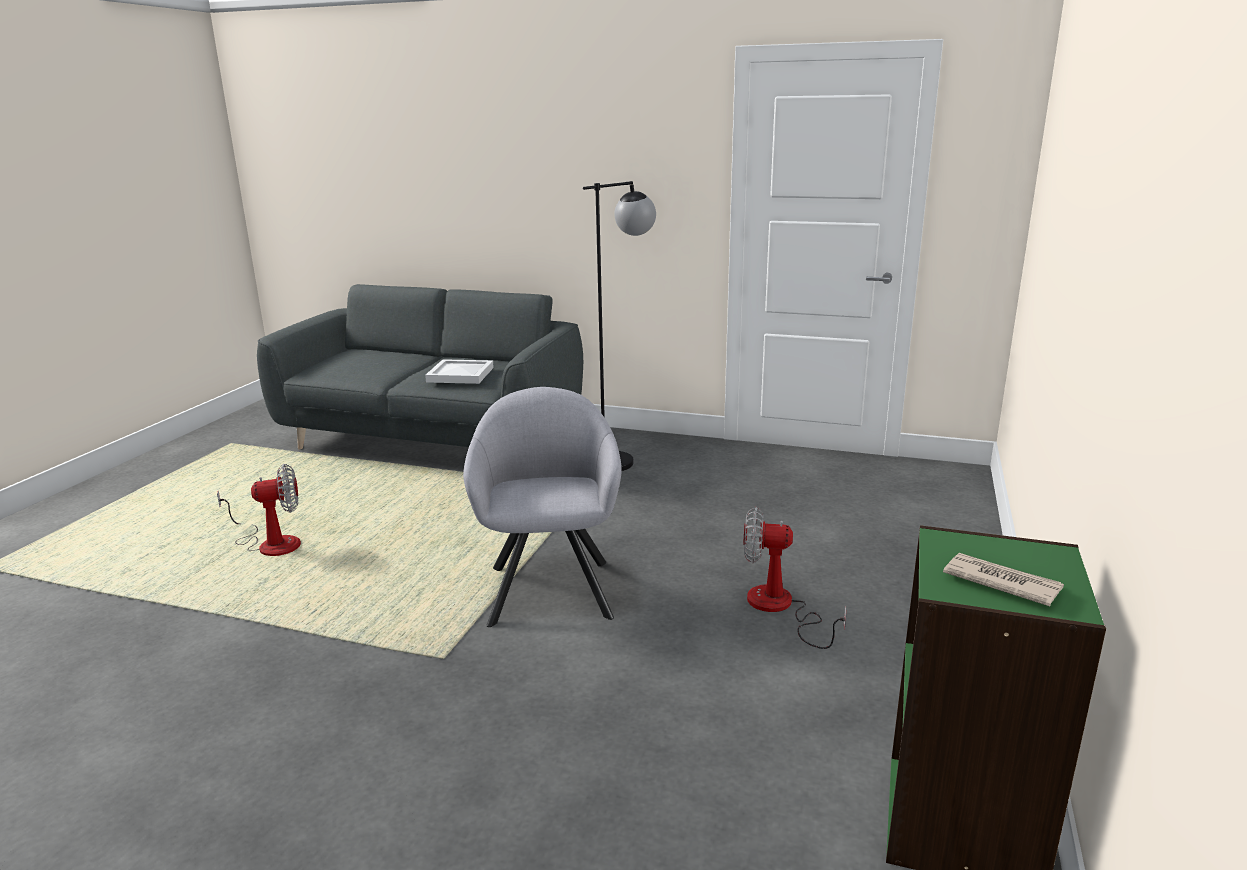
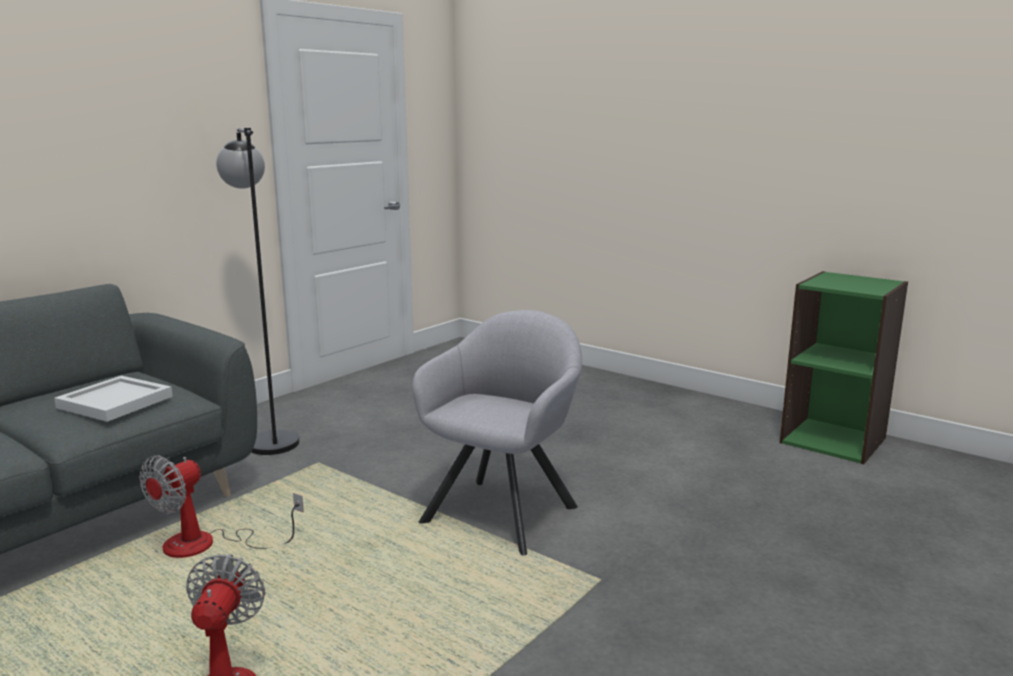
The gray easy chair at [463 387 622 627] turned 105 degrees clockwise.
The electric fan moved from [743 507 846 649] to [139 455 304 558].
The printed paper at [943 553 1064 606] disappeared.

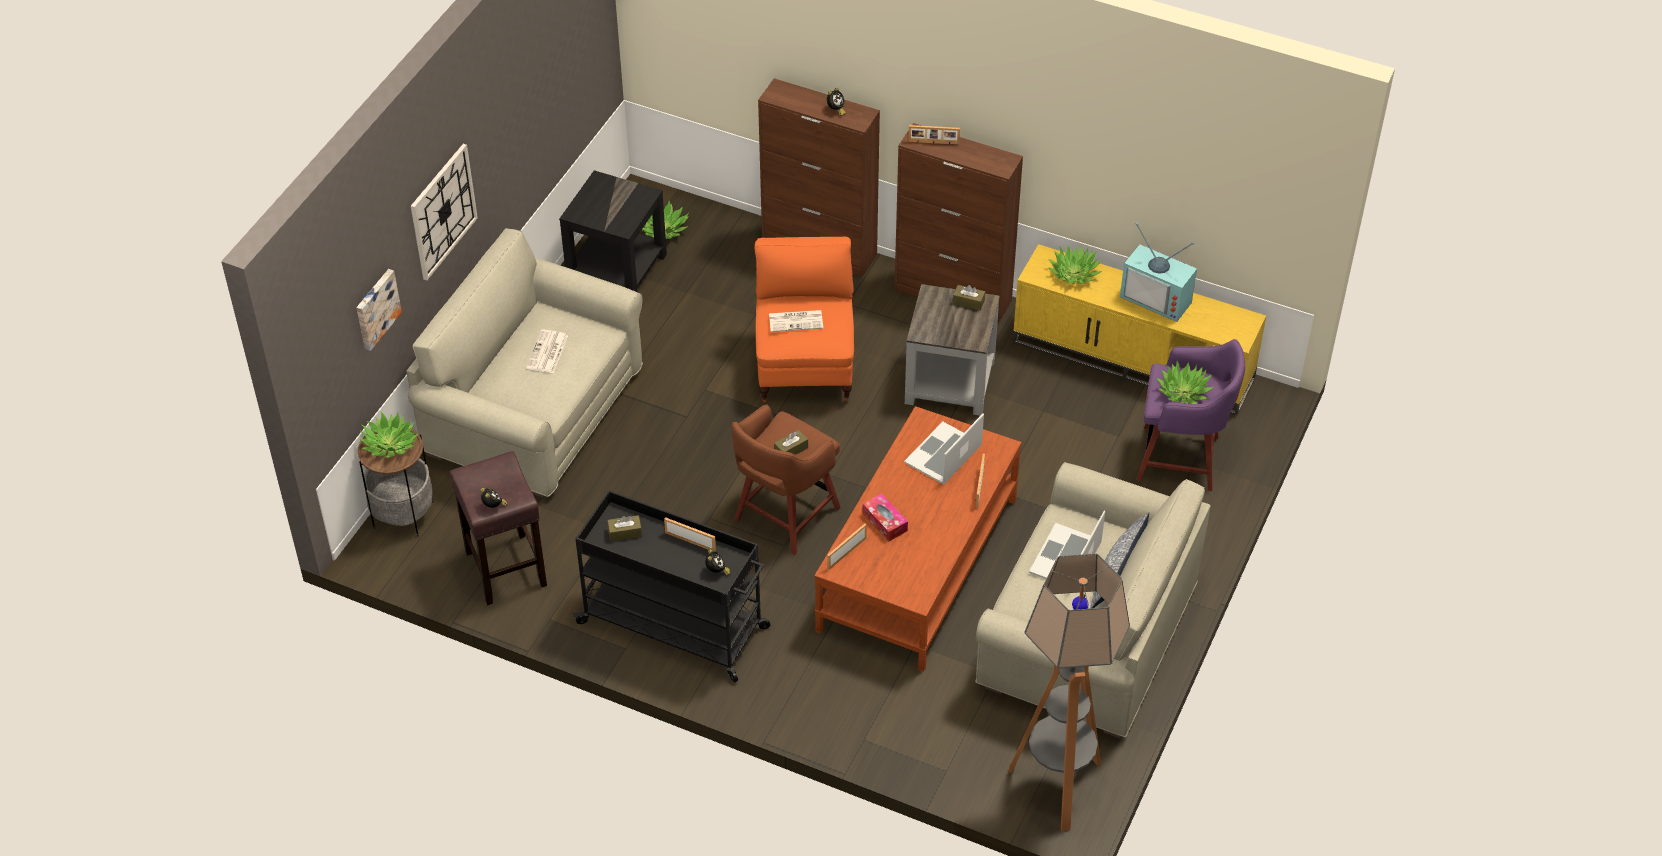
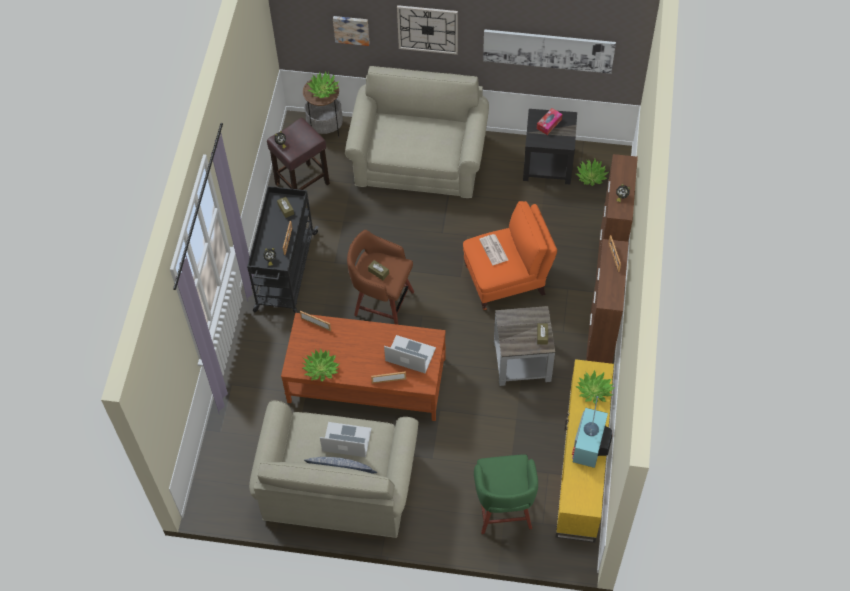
The printed paper at [526 330 568 373] disappeared.
The purplish stool at [1137 339 1245 491] became the greenish stool at [474 454 538 534].
The houseplant moved from [1156 361 1214 404] to [303 348 340 382].
The tissue holder moved from [863 493 908 541] to [537 108 562 135].
The floor lamp at [1008 553 1130 831] disappeared.
The picture at [483 29 616 74] appeared.

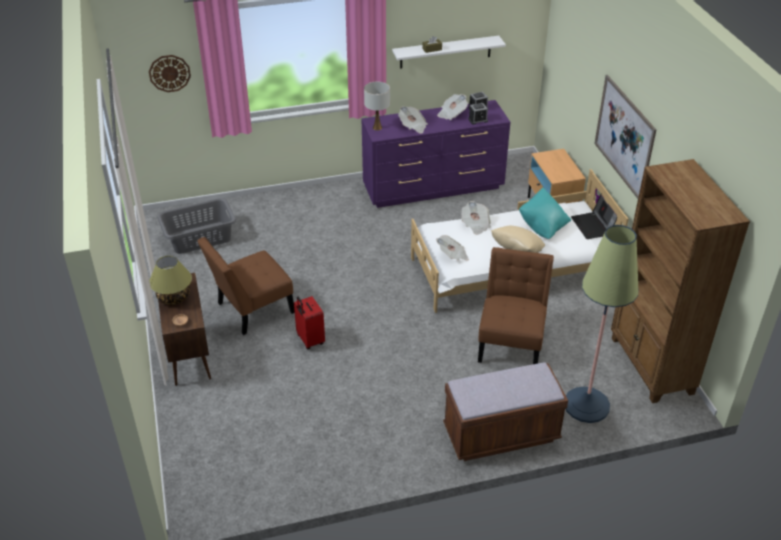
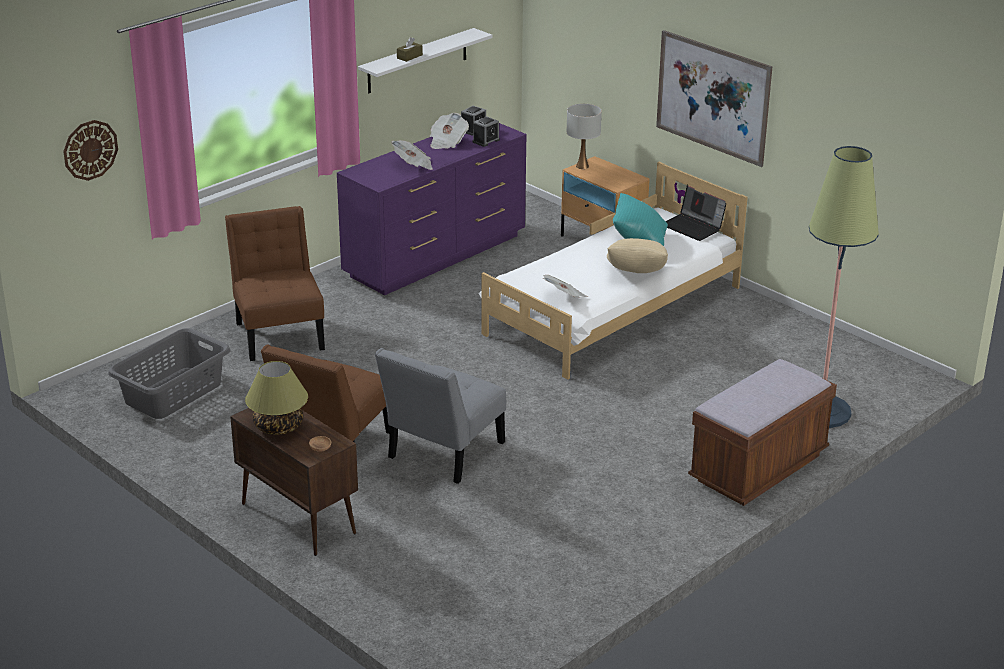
The whitish lamp for a table moved from [364 82 390 131] to [567 104 602 169].
The brown bookshelf at [611 159 750 403] disappeared.
The printed paper at [461 201 491 235] disappeared.
The brown plain chair moved from [478 247 554 364] to [225 206 325 361].
The reddish travel case at [294 296 325 349] was replaced by the gray plain chair at [375 348 506 484].

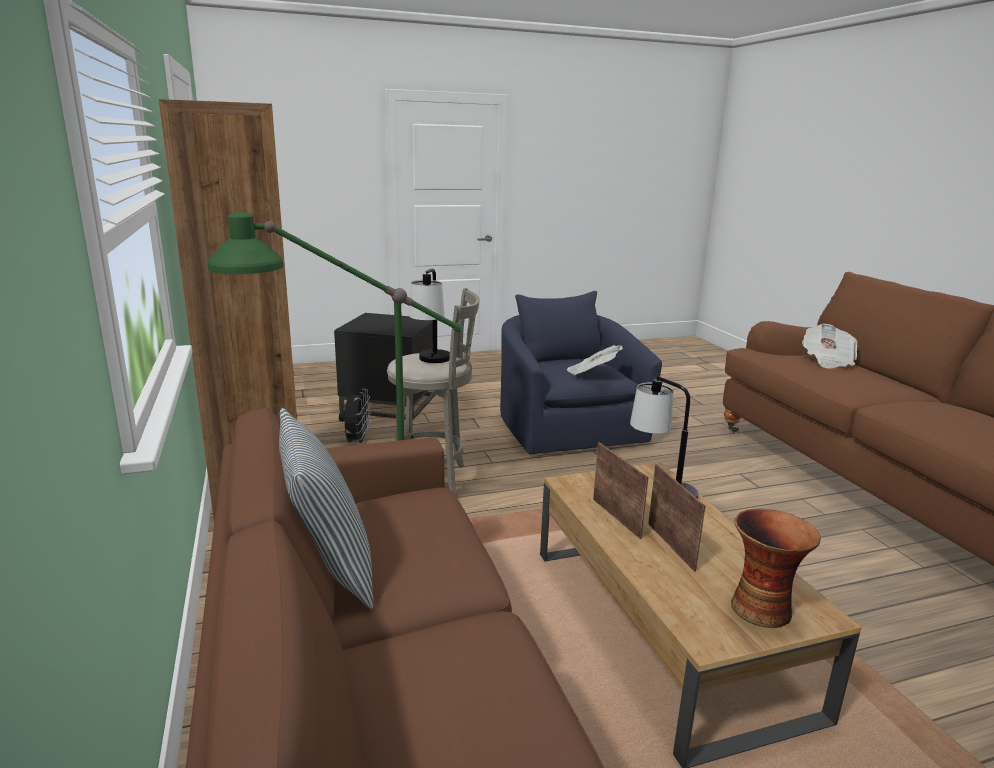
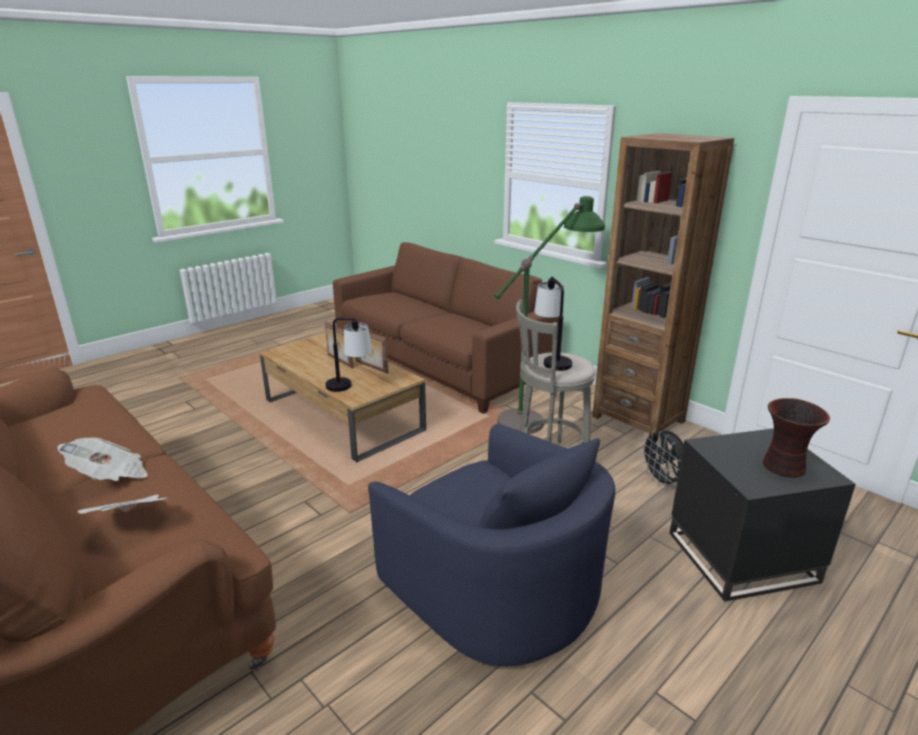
The printed paper moved from [567 345 623 375] to [57 437 148 481].
The cushion at [279 408 374 609] disappeared.
The decorative vase moved from [731 509 820 628] to [762 398 830 478].

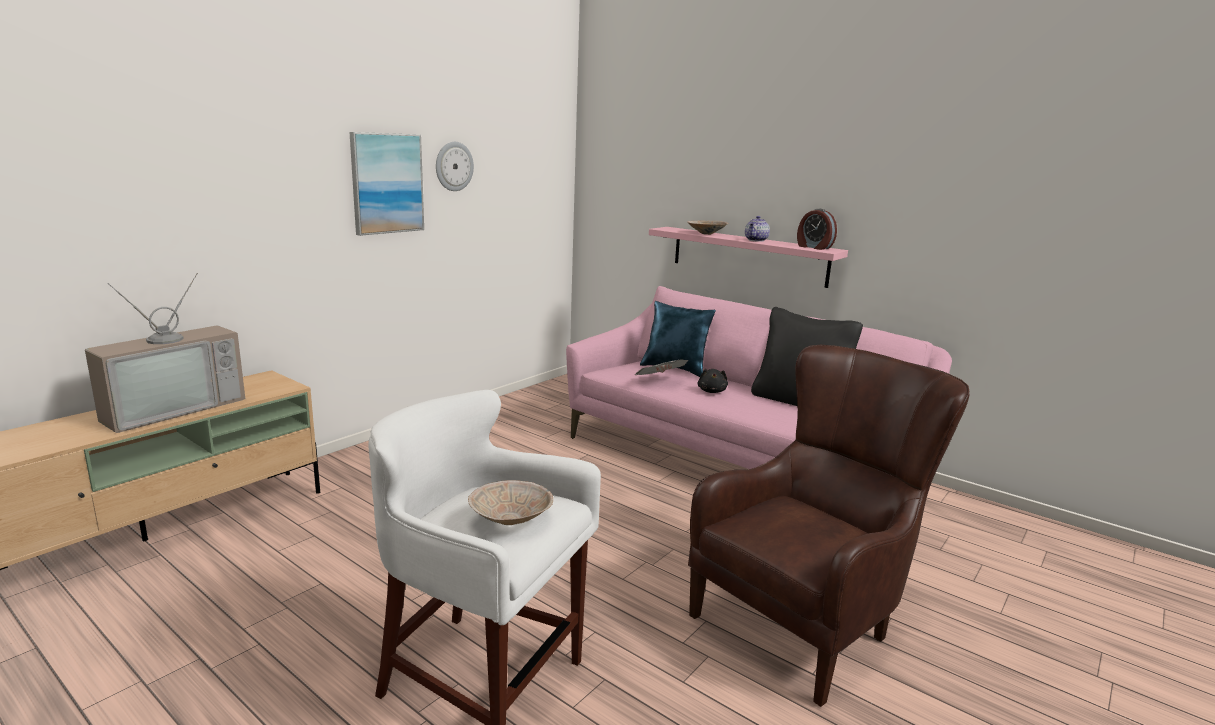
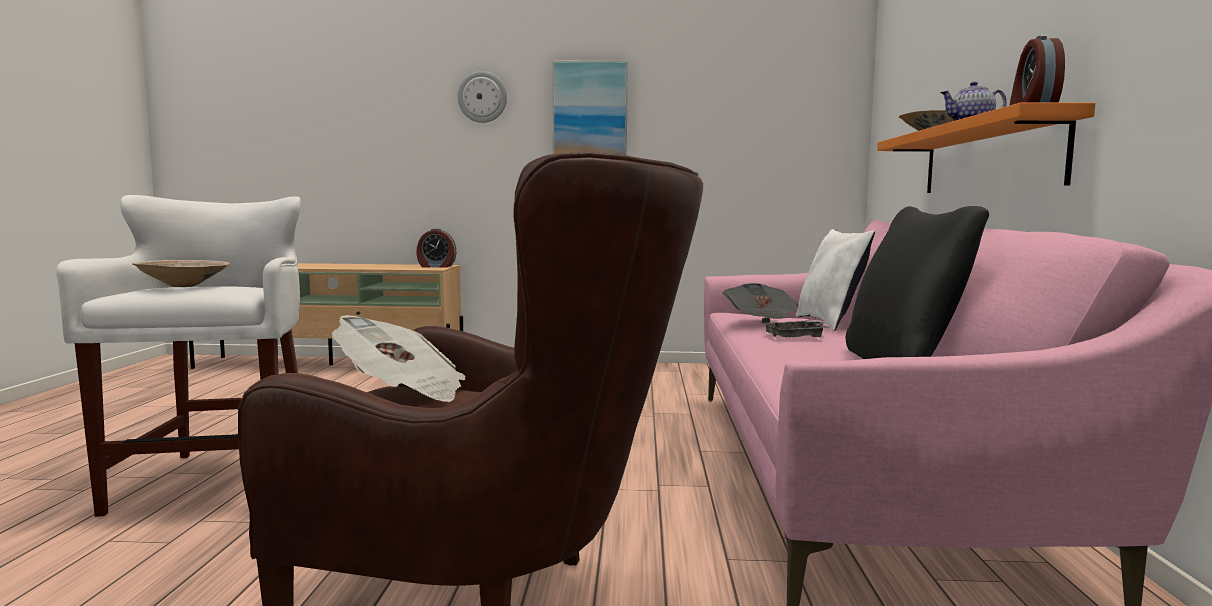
The clock on the wall moved from [436 142 474 191] to [458 71 507 123].
The pinkish bracket shelf at [649 227 848 288] became the orange-coloured bracket shelf at [877 103 1095 193].
The television at [85 273 245 433] disappeared.
The bluish cushion at [640 301 716 377] became the whitish cushion at [796 229 875 331].
The black soft toy at [698 369 728 393] was replaced by the gray carrying tray at [762 317 830 337].
The table clock at [416 228 456 268] appeared.
The printed paper at [332 315 466 402] appeared.

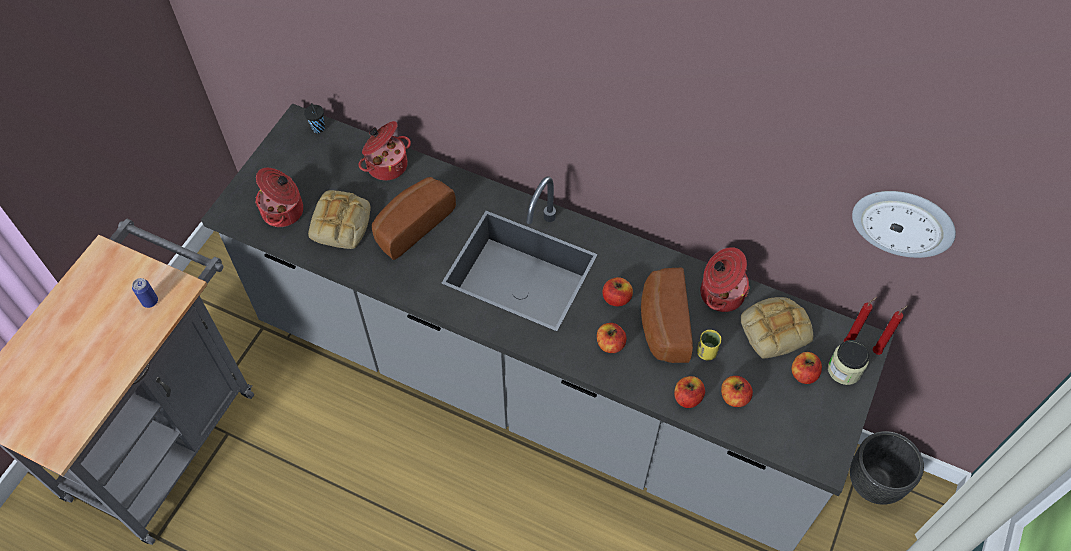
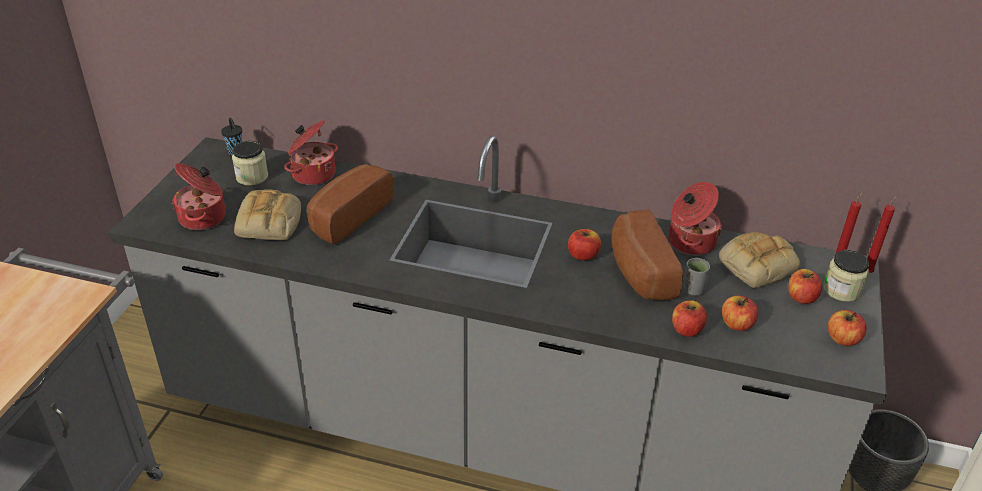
The clock on the wall at [852 191 956 258] disappeared.
The can at [132 278 158 308] disappeared.
The apple moved from [597 323 626 353] to [828 310 867 346].
The yellow cup at [697 330 721 360] became the gray cup at [683 258 710 295].
The storage jar at [232 141 268 185] appeared.

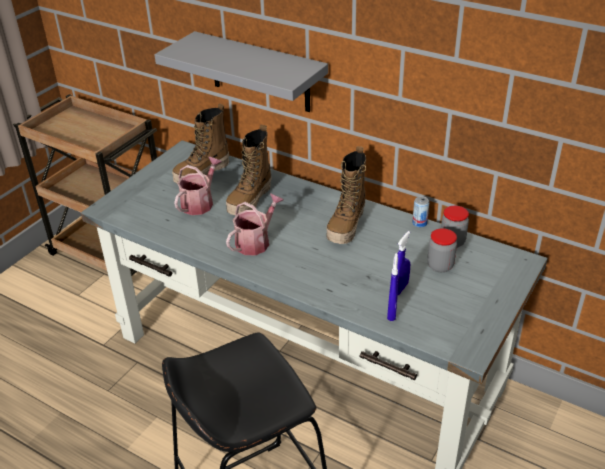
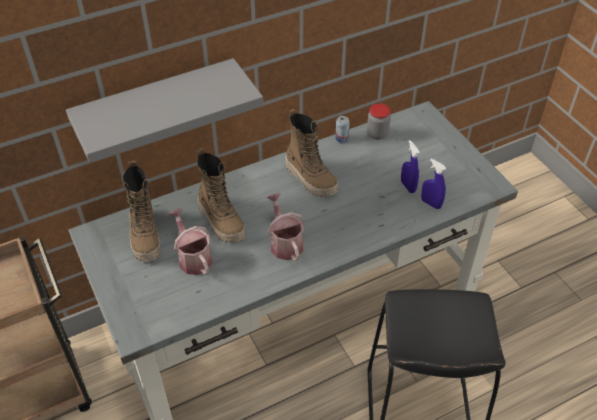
The storage jar at [427 228 457 272] disappeared.

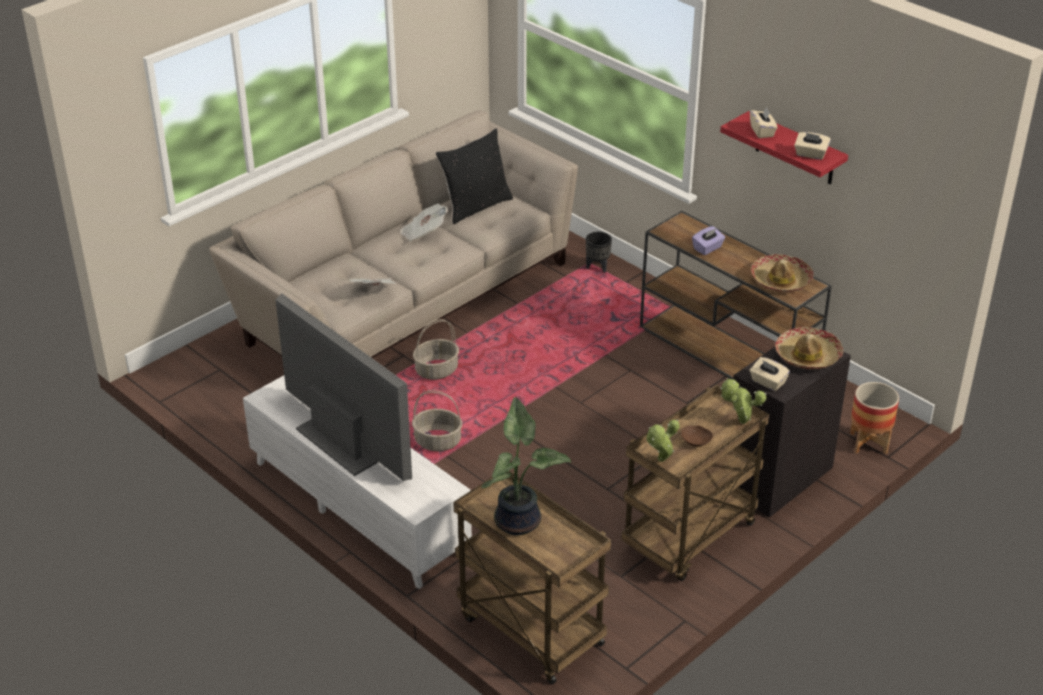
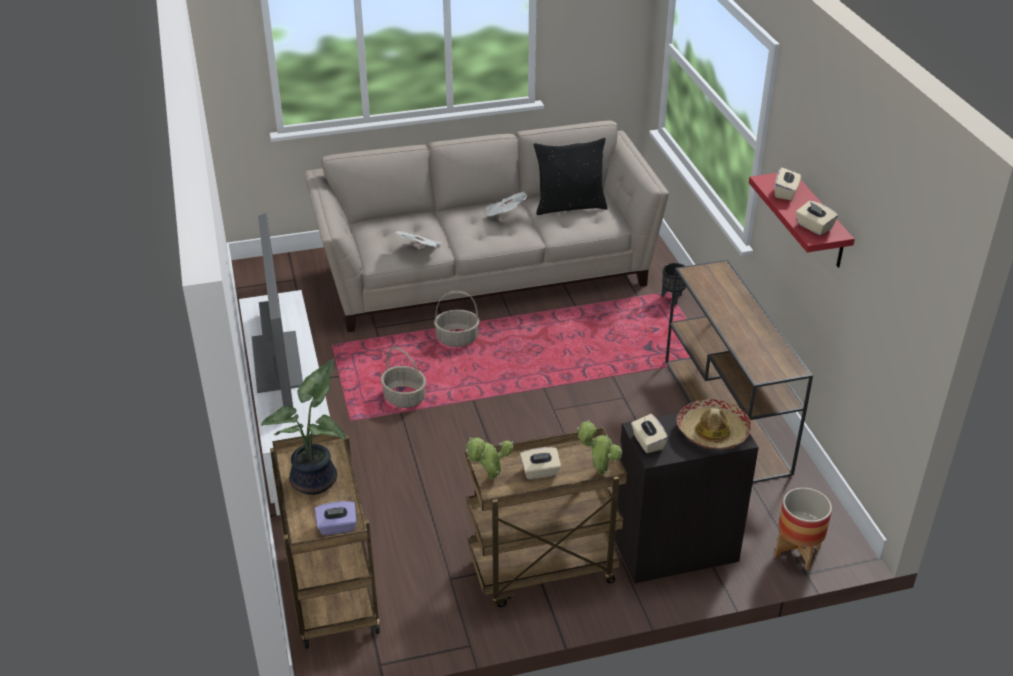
The purplish tissue holder moved from [692 226 725 255] to [315 501 357 535].
The wearable hat at [751 254 814 292] disappeared.
The brown bowl at [681 425 713 447] was replaced by the sand-coloured tissue holder at [520 447 561 480].

